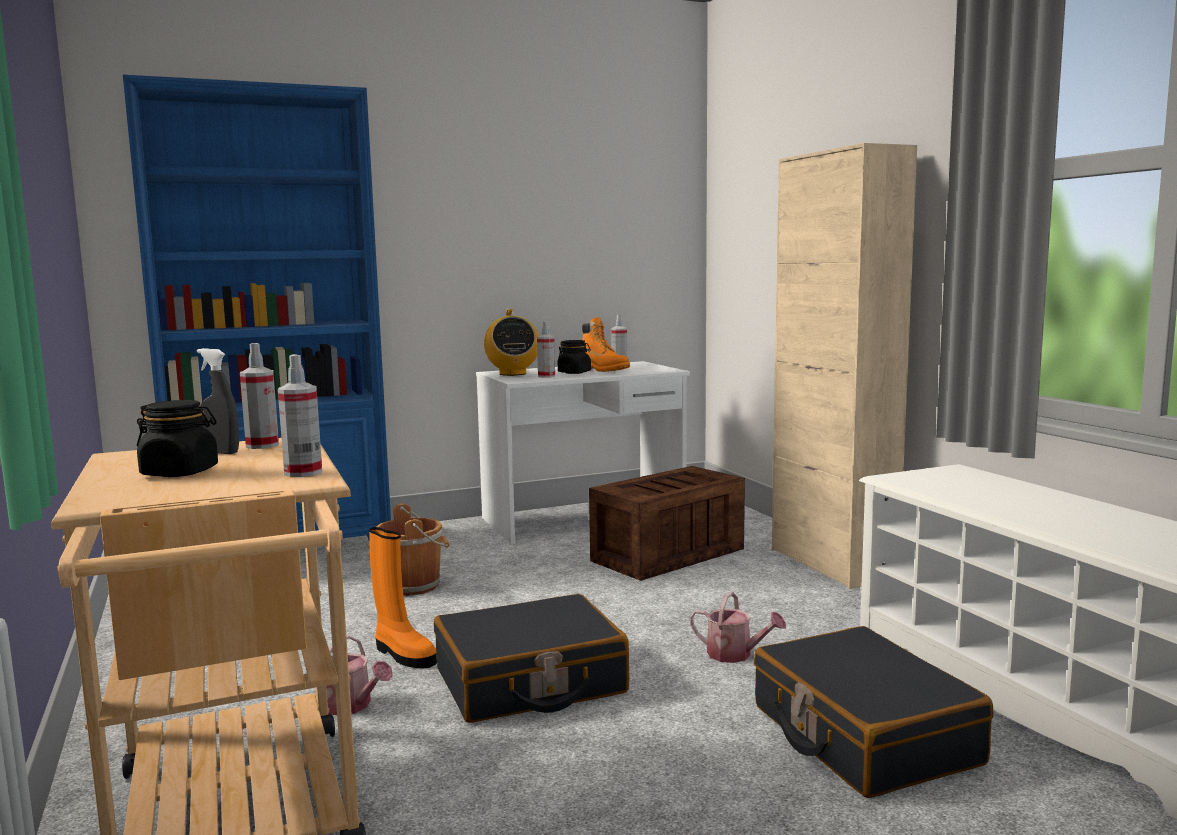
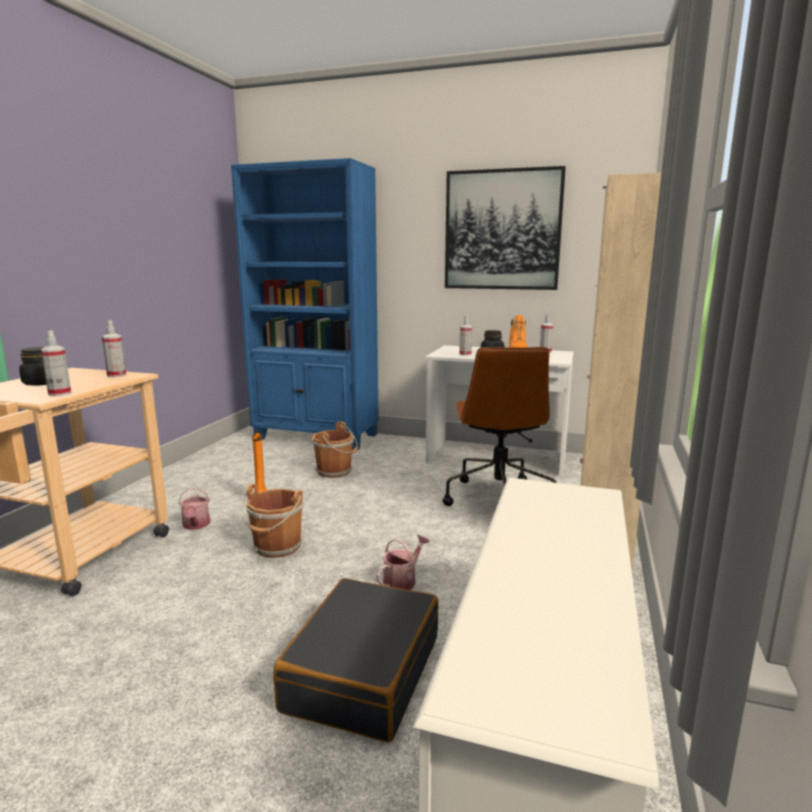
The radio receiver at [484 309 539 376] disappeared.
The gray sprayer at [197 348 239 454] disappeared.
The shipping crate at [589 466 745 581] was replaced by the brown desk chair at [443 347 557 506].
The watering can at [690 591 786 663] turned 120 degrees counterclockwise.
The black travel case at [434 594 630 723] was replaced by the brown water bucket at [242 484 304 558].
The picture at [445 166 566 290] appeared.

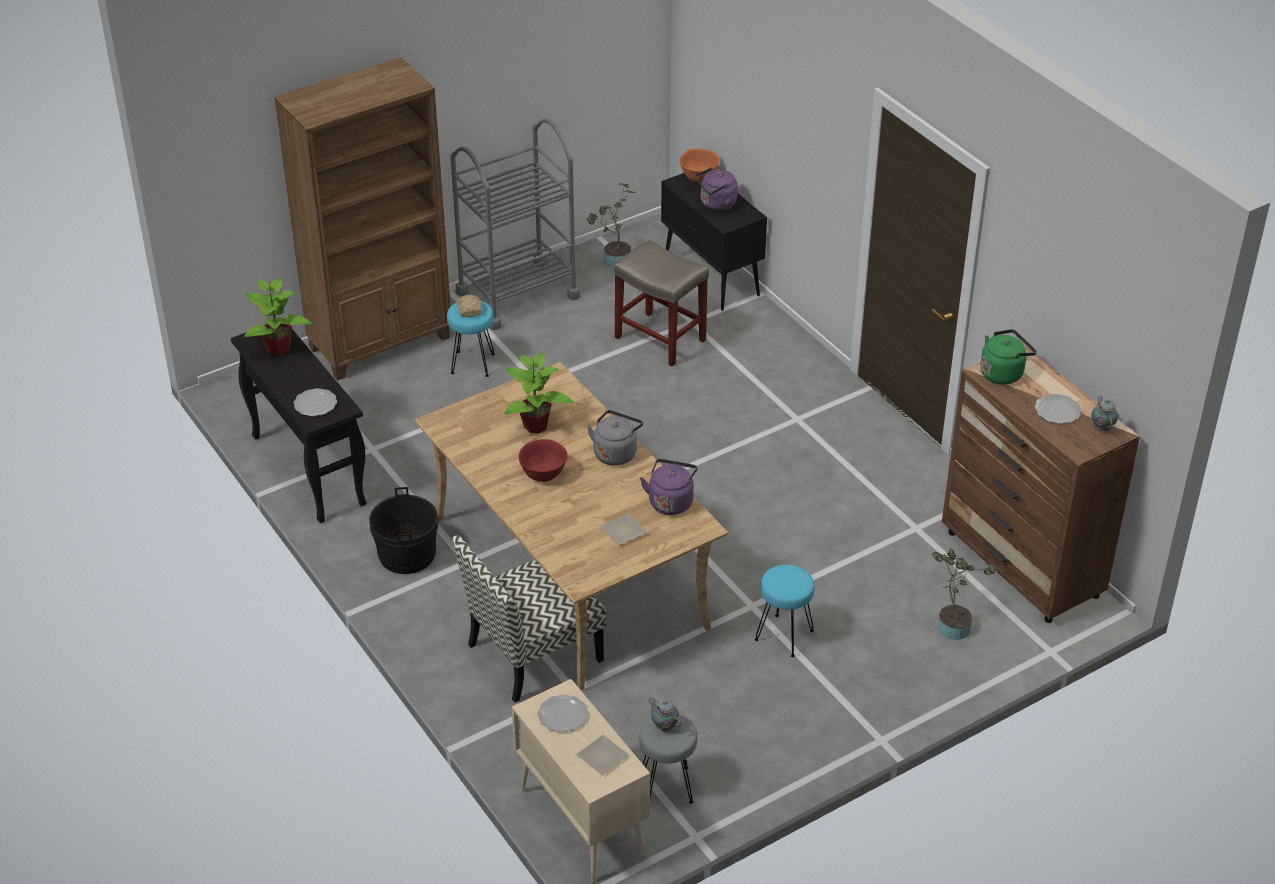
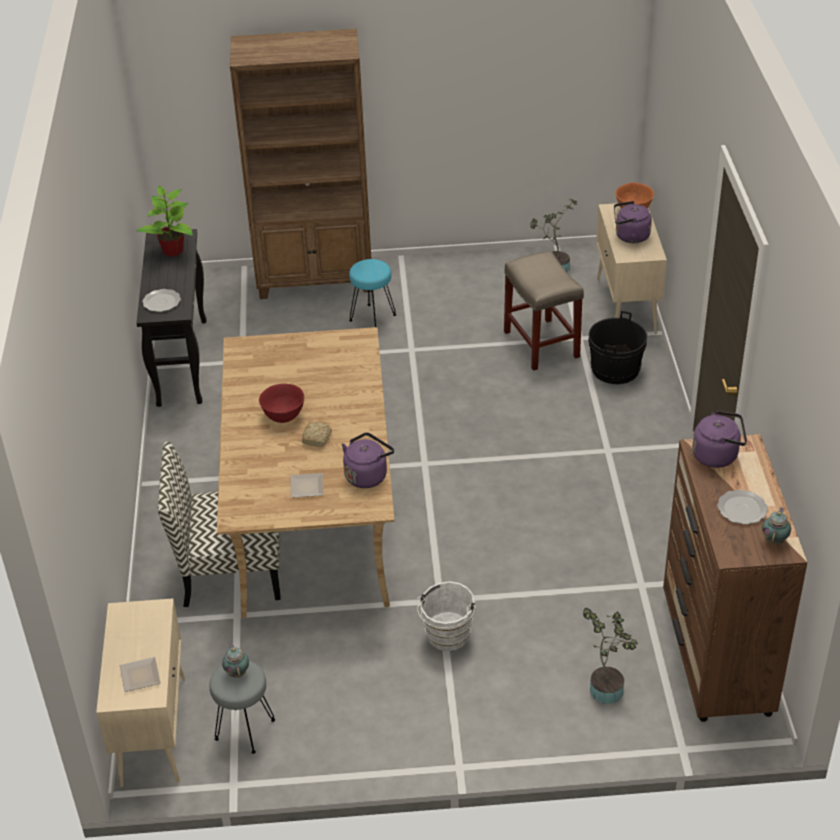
The gray cart at [451 119 580 330] disappeared.
The black cupboard at [661 173 767 311] became the sand-coloured cupboard at [596 203 667 334].
The bakery bread moved from [456 295 482 317] to [302 422 332 447].
The greenish tea kettle at [980 329 1036 385] became the purplish tea kettle at [692 411 747 468].
The houseplant at [504 352 574 433] disappeared.
The gray tea kettle at [587 410 643 466] disappeared.
The black water bucket moved from [369 487 438 574] to [588 311 647 384].
The blue-green stool at [755 564 815 657] was replaced by the whitish water bucket at [417 581 476 651].
The dinner plate at [538 694 588 733] disappeared.

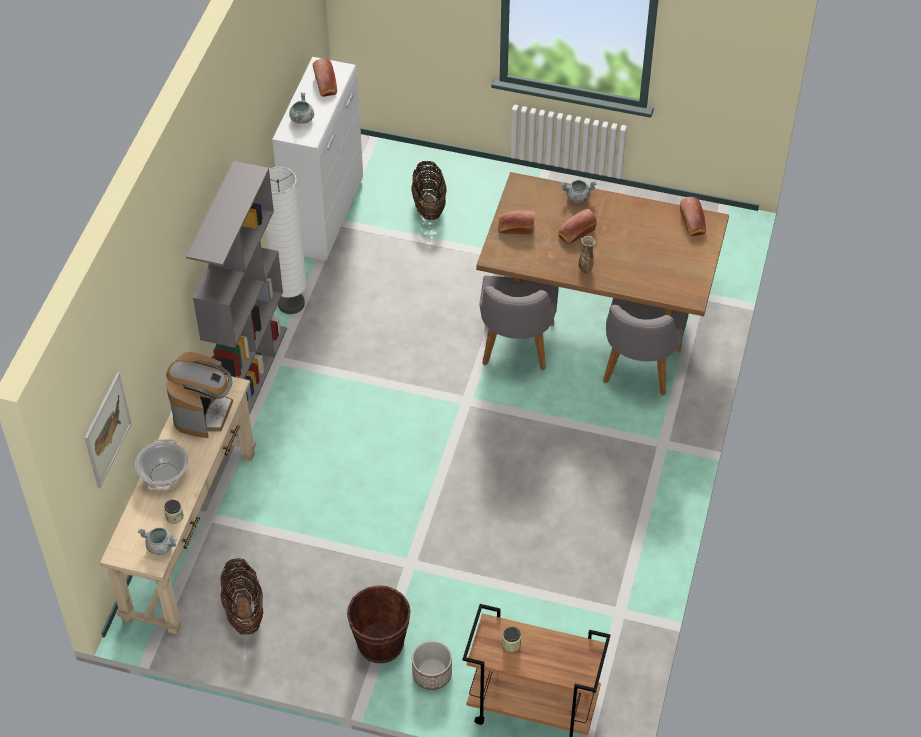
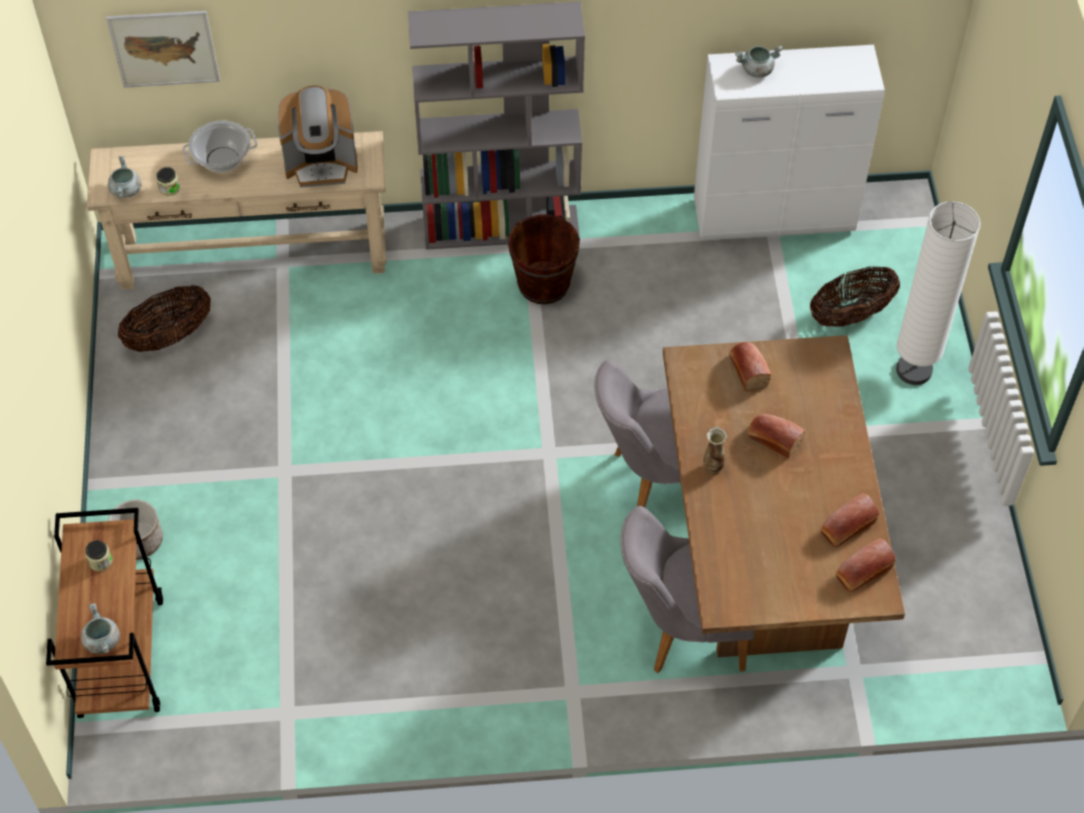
The bakery bread moved from [313 59 337 97] to [821 493 879 547].
The whitish floor lamp moved from [265 167 307 314] to [896 201 981 385].
The gray stockpot moved from [561 180 596 203] to [81 603 120 654].
The brown water bucket moved from [347 585 411 663] to [508 214 580 304].

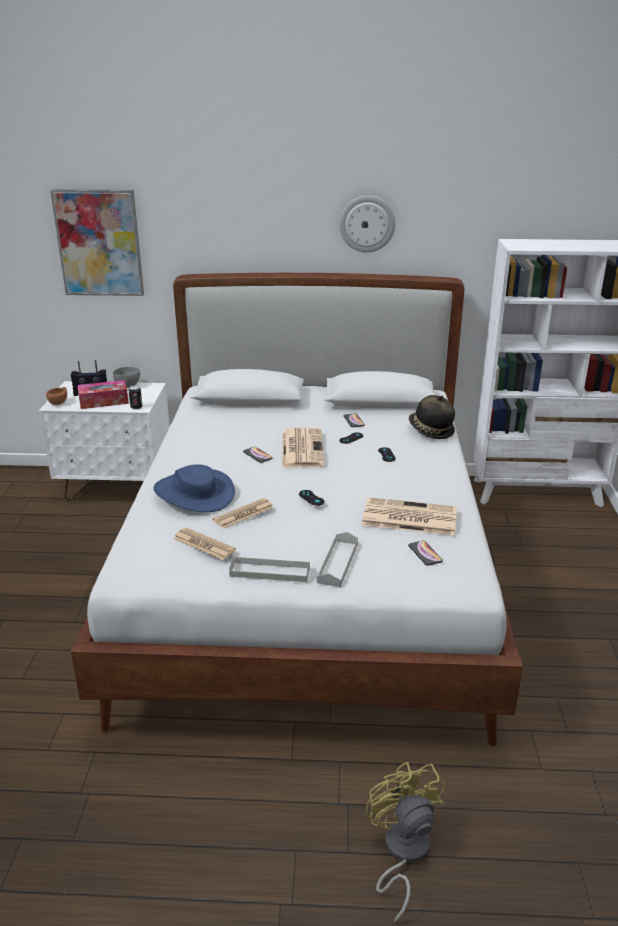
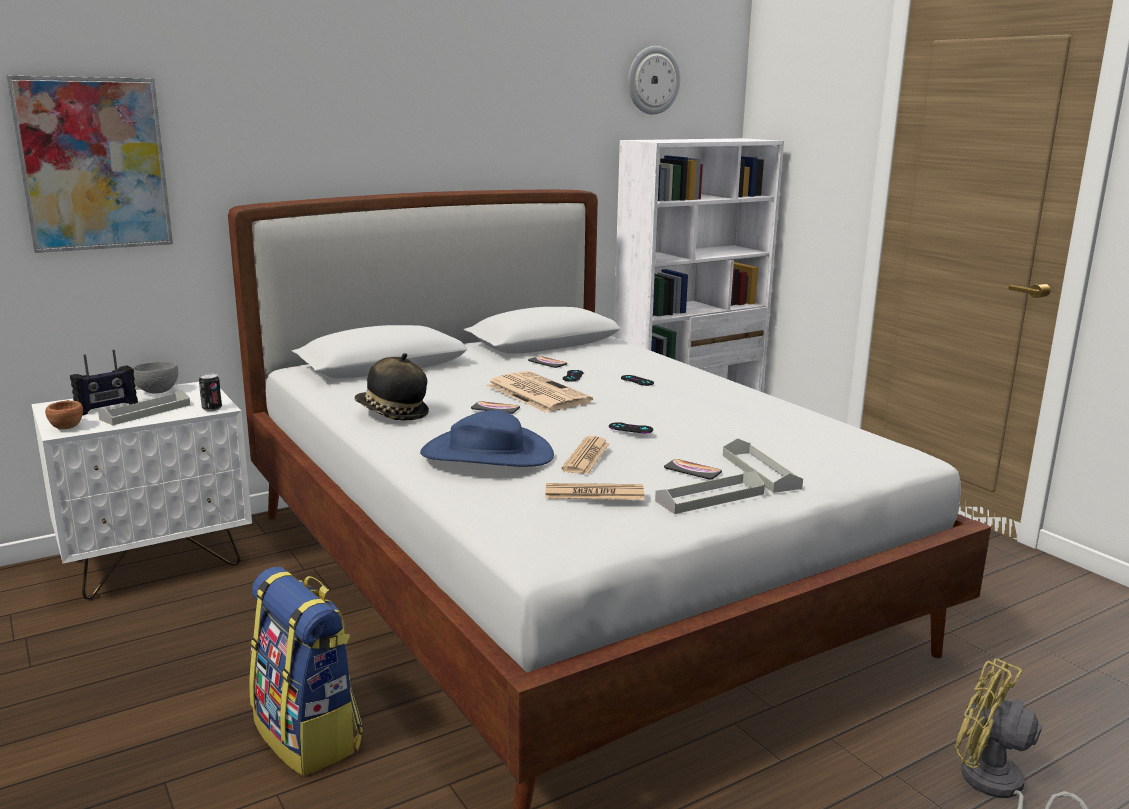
The clock on the wall moved from [339 195 396 253] to [628 46 681 115].
The tissue holder at [77 380 129 409] was replaced by the gray carrying tray at [98 389 190 425].
The wearable hat moved from [409 395 455 439] to [355 353 429 420].
The printed paper at [362 497 457 536] disappeared.
The handset moved from [408 541 443 566] to [664 459 722 480].
The knapsack at [249 567 363 776] appeared.

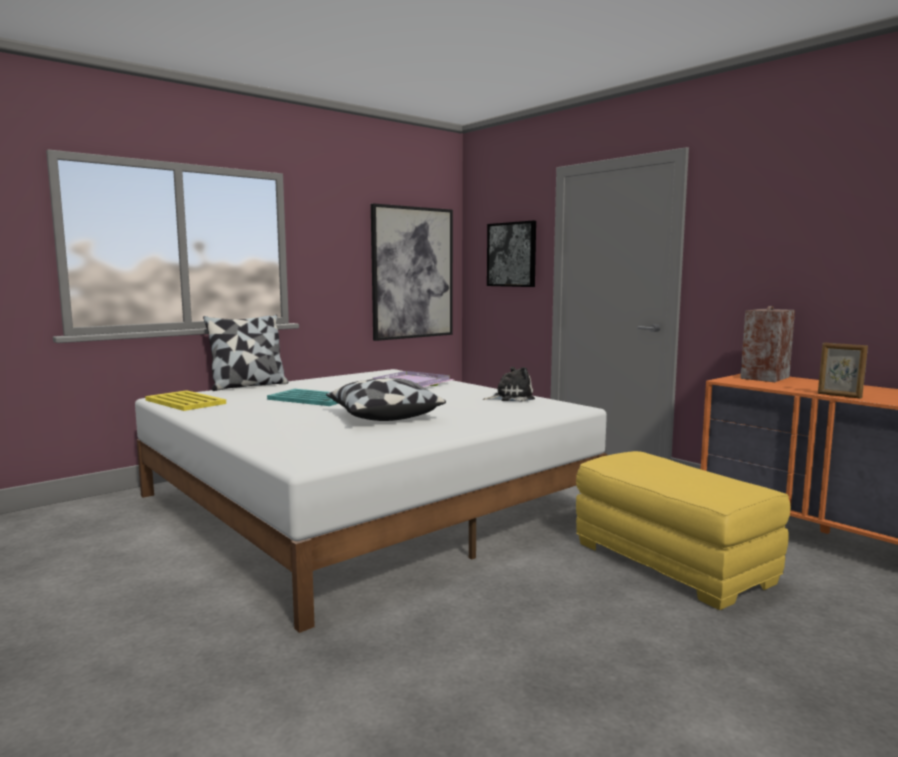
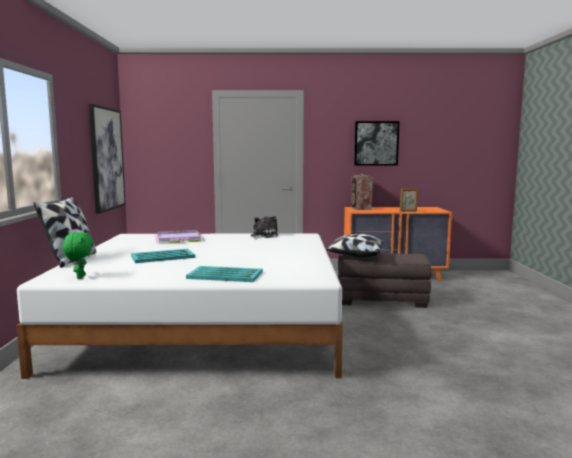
The picture moved from [487 221 536 287] to [354 121 399 165].
The cushion moved from [326 378 446 421] to [326 234 383 257].
The yellow carrying tray at [145 390 226 411] was replaced by the greenish soft toy at [63 232 93 279].
The yellow ottoman at [576 451 790 610] became the gray ottoman at [338 253 432 308].
The blue-green carrying tray at [186 266 263 282] appeared.

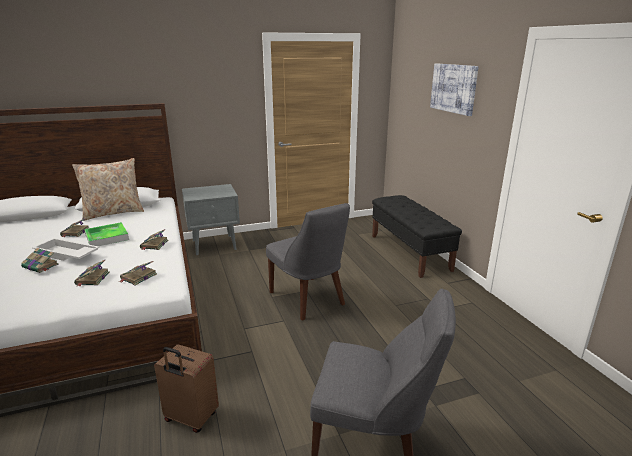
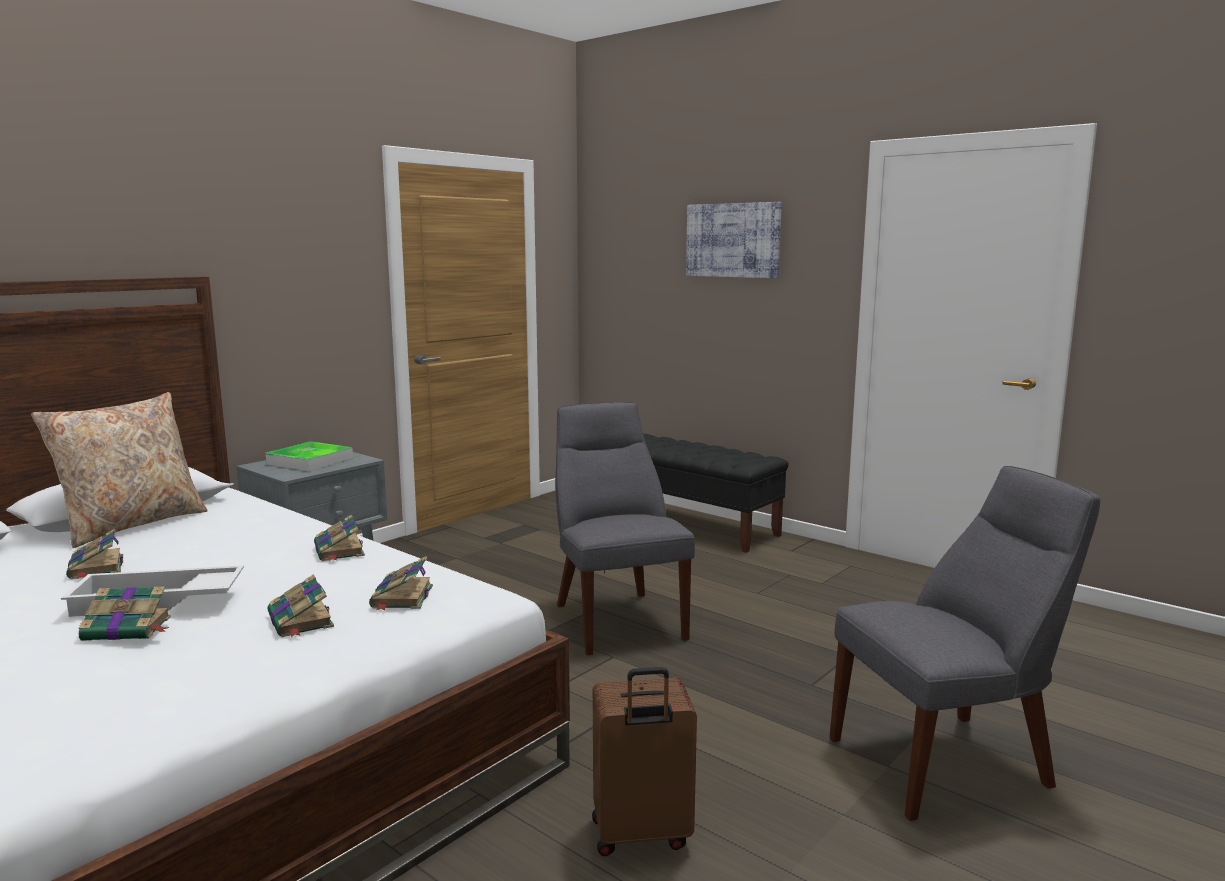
The gray plain chair at [266 203 350 321] turned 135 degrees counterclockwise.
The carrying tray moved from [85 222 129 246] to [265 441 353 471].

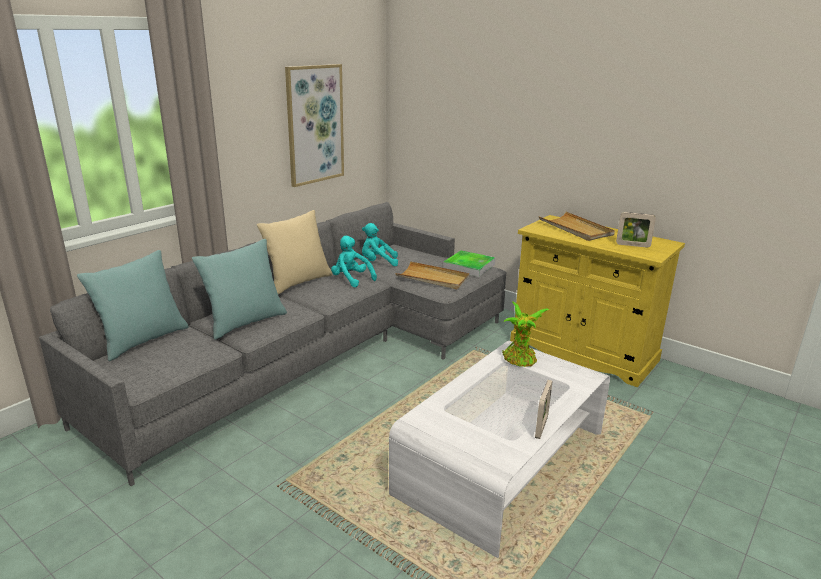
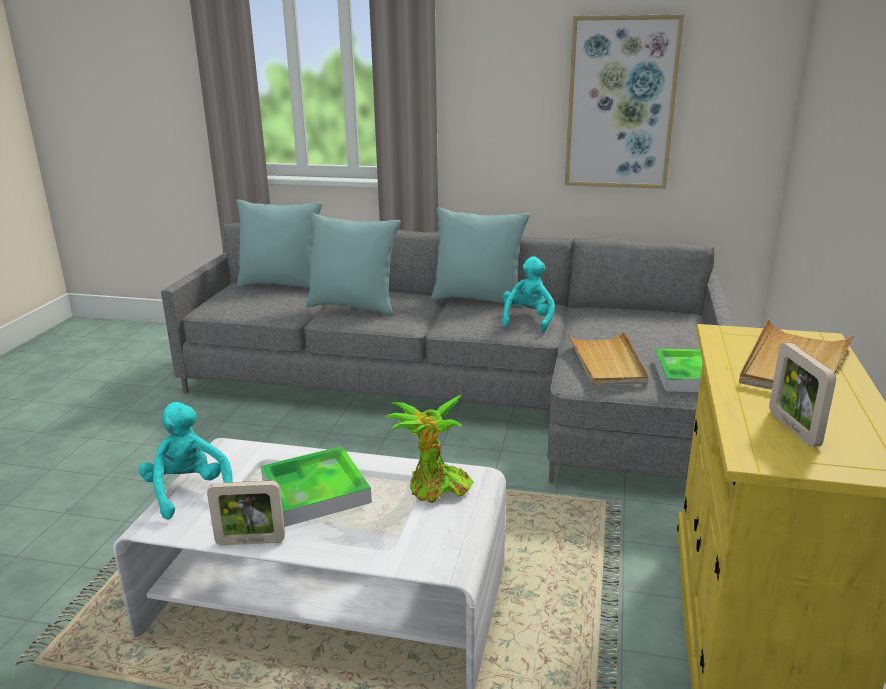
The sand-coloured cushion at [257 210 332 294] became the blue-green cushion at [431 207 530 307].
The blue-green soft toy moved from [362 223 398 266] to [139 402 233 520].
The carrying tray at [261 446 372 527] appeared.

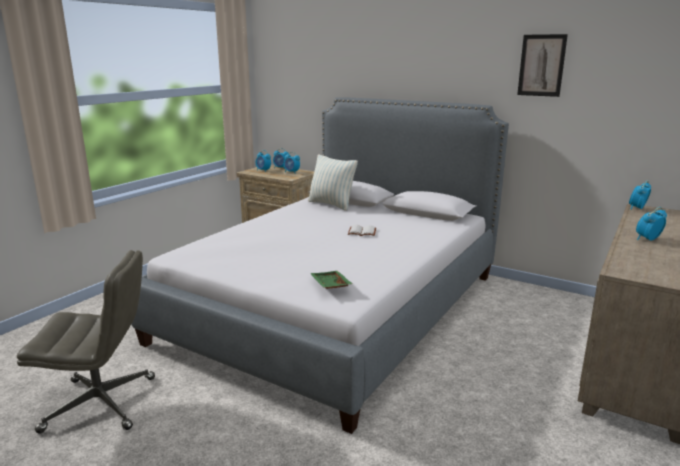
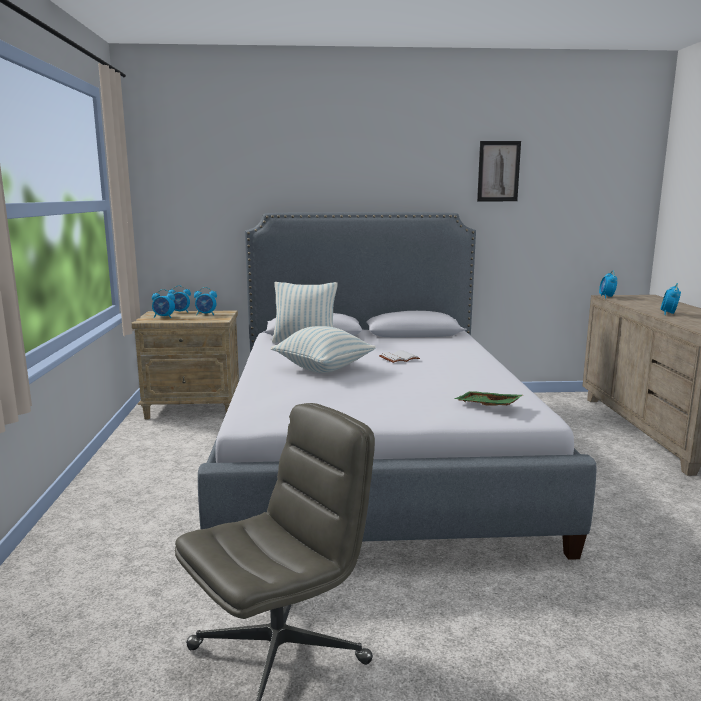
The cushion at [271 326 376 373] appeared.

